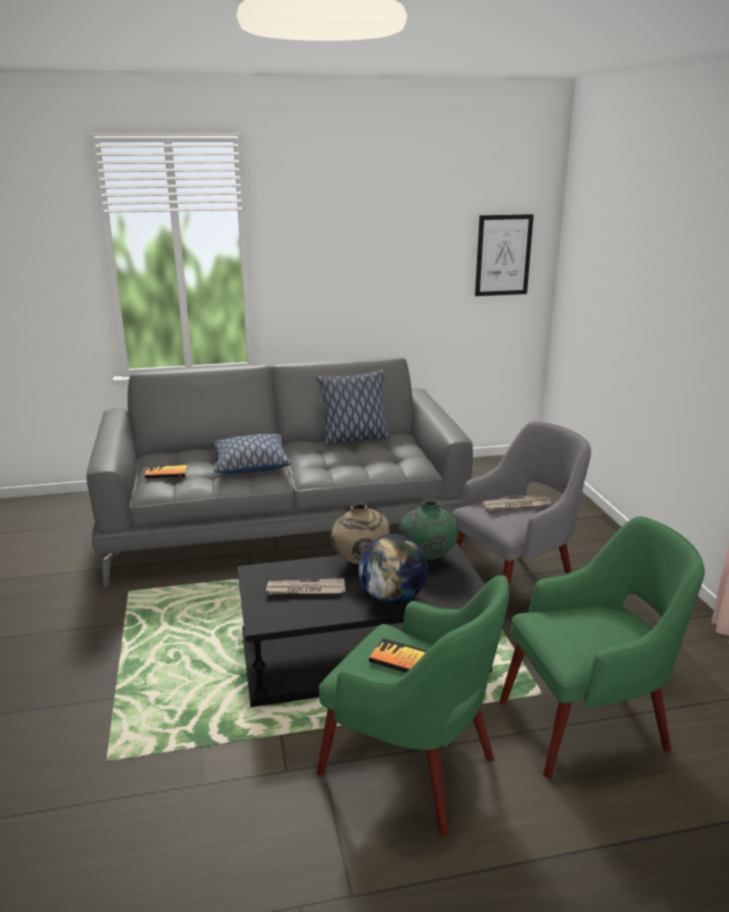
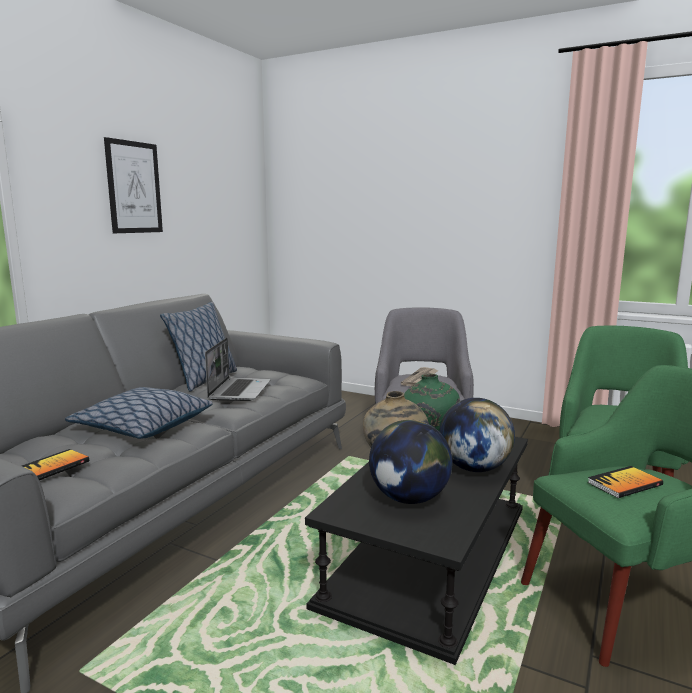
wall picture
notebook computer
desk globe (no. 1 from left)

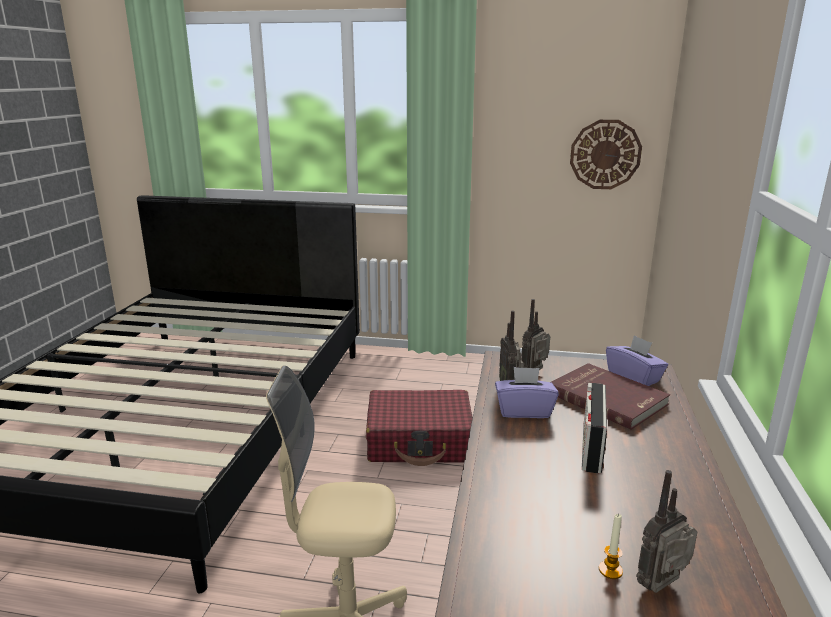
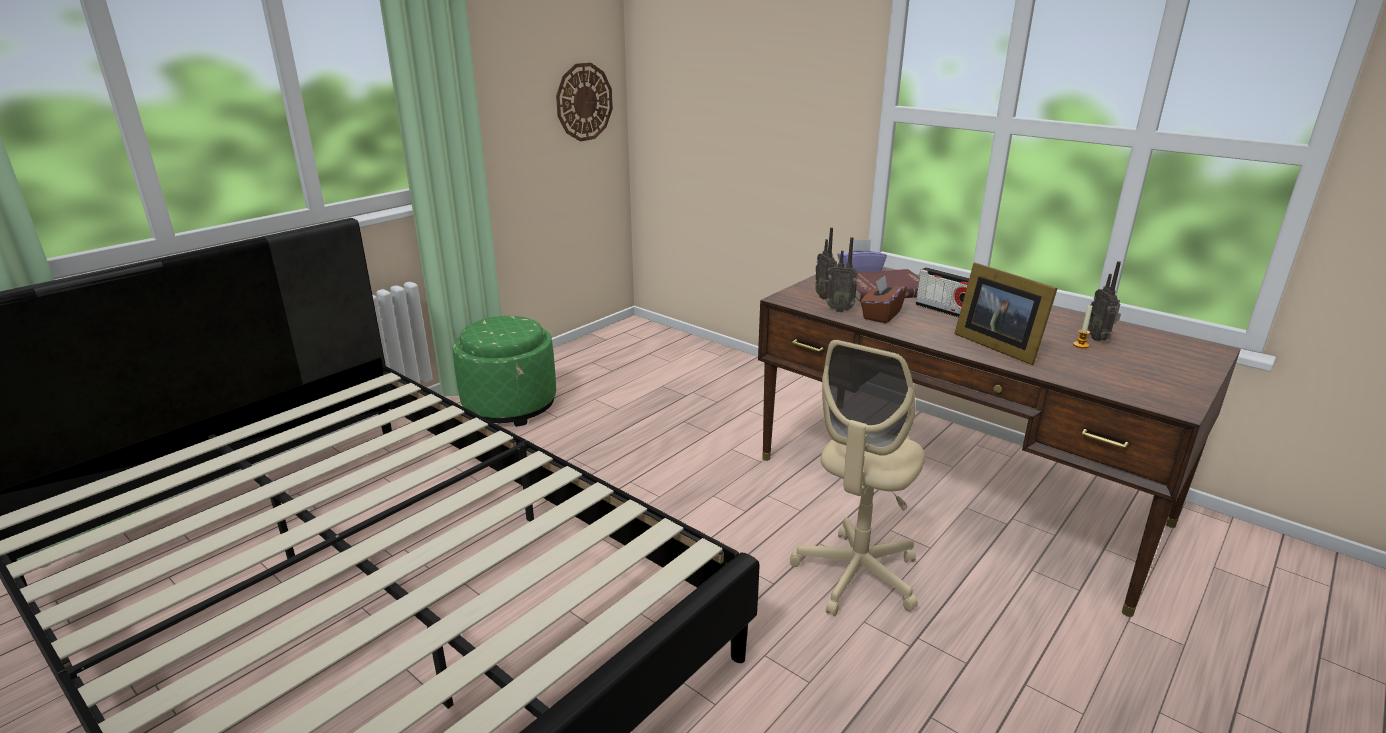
green pouffe
brownish box of tissues
standing frame
red-coloured travel case

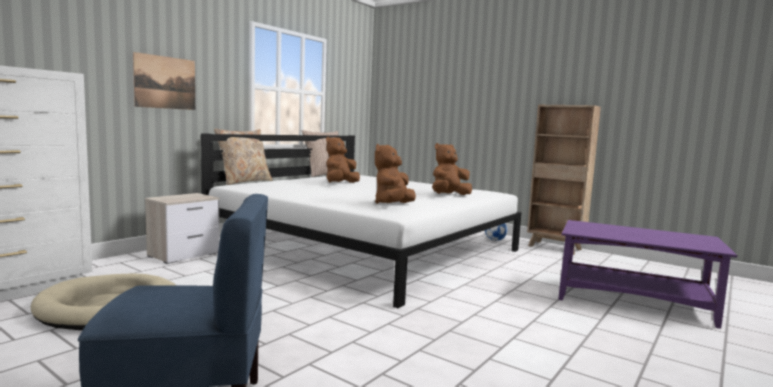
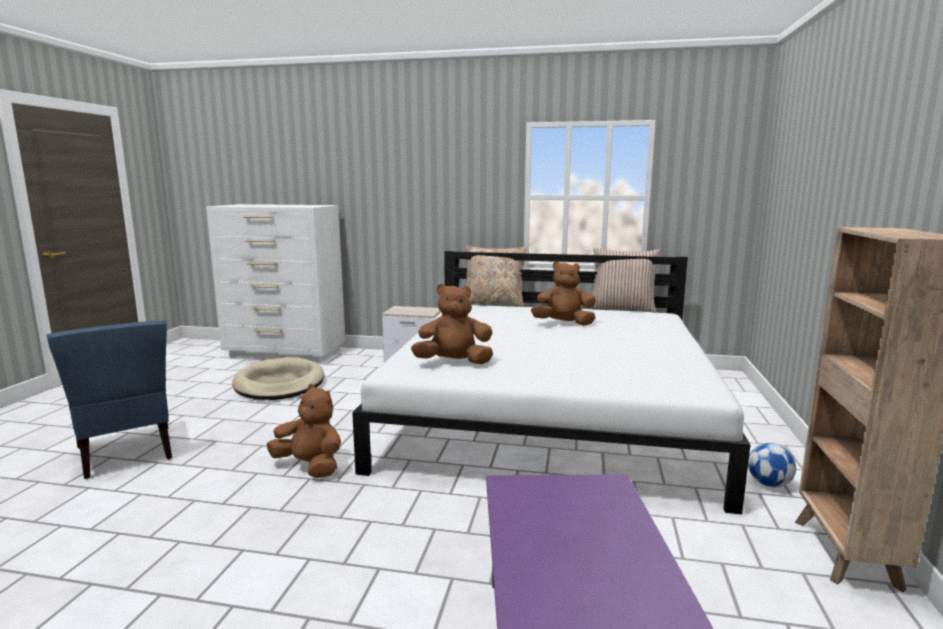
brownish soft toy (no. 1 from left)
wall picture

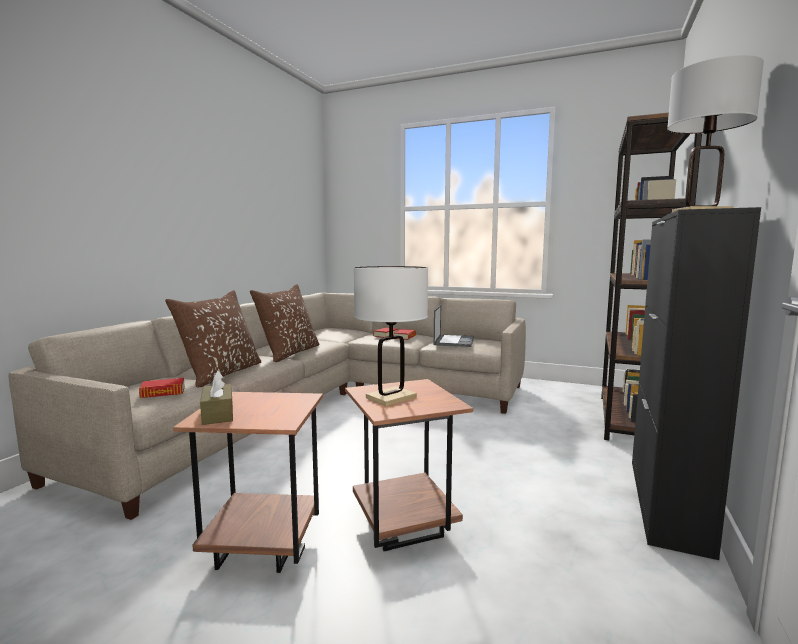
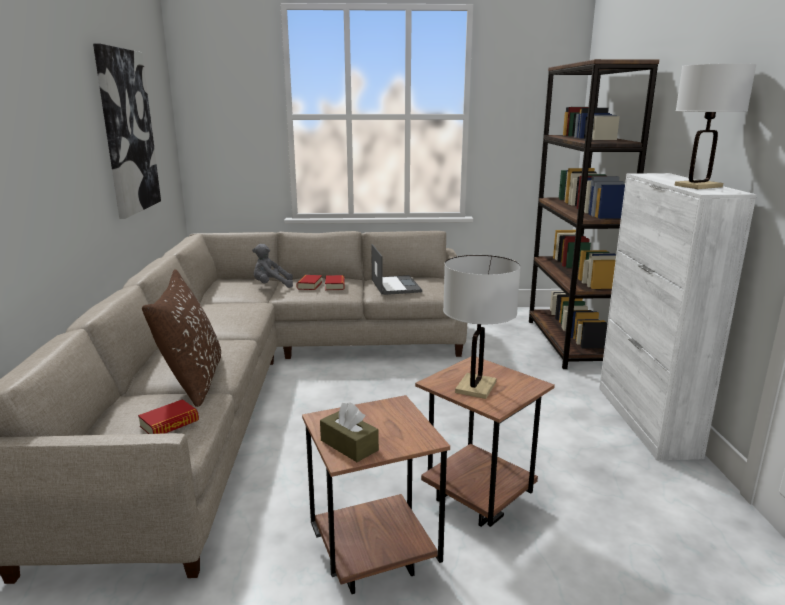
wall picture
greyish soft toy
whitish cabinet
brownish pillow (no. 2 from left in the first image)

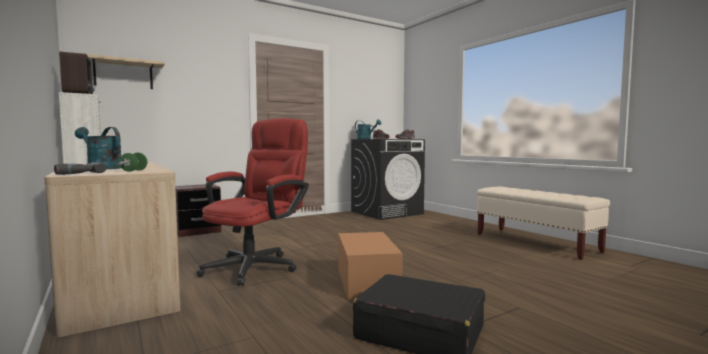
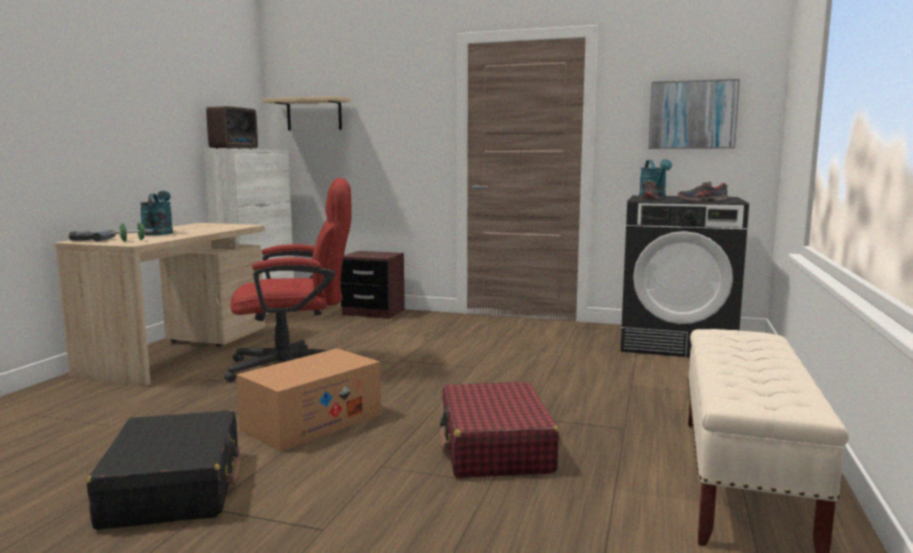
red-coloured travel case
wall picture

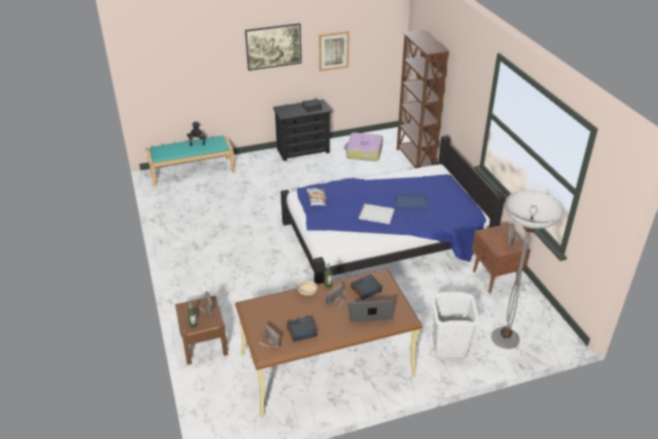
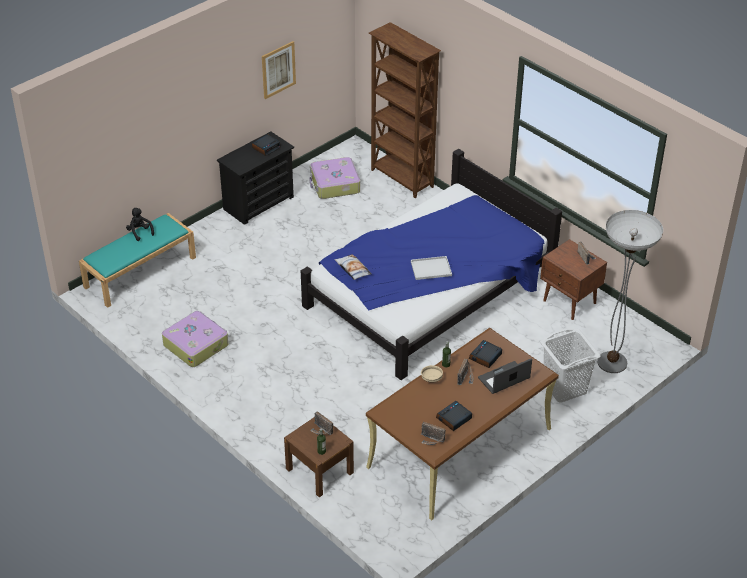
travel case (no. 1 from left)
wall picture (no. 1 from left in the first image)
blue-coloured carrying tray

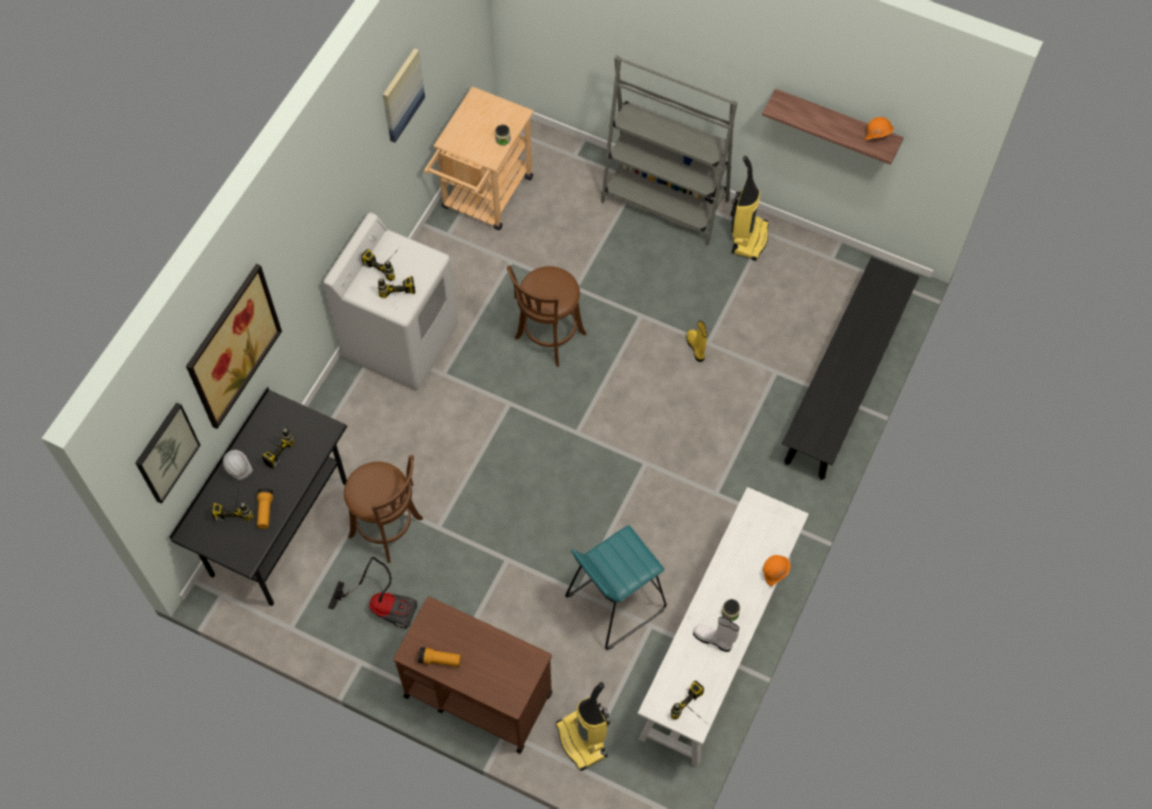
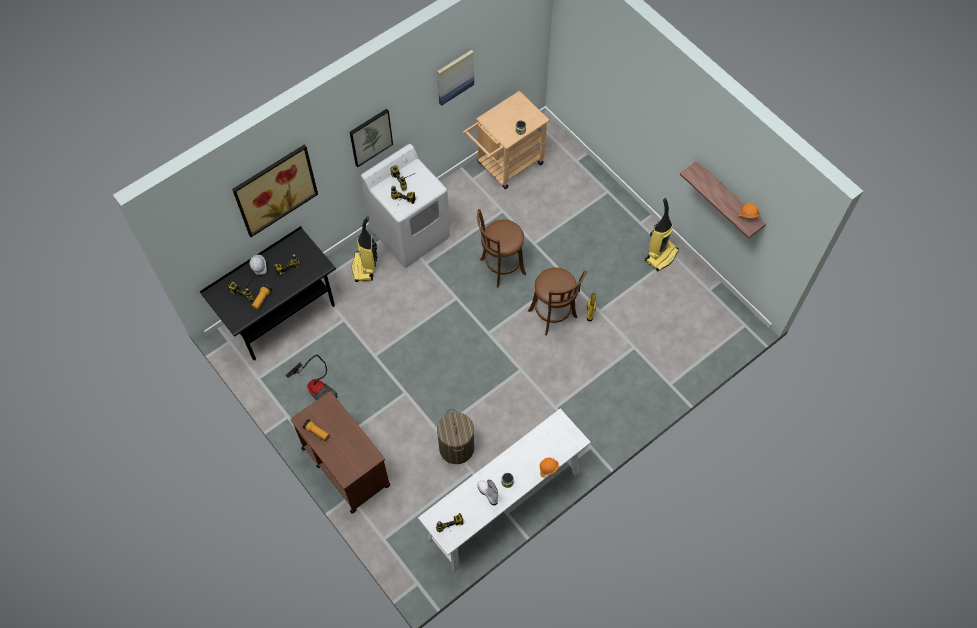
wall picture (no. 2 from left)
vacuum cleaner (no. 2 from left)
laundry basket
brownish stool seat (no. 2 from left)
greyish bookcase
blackish long seat

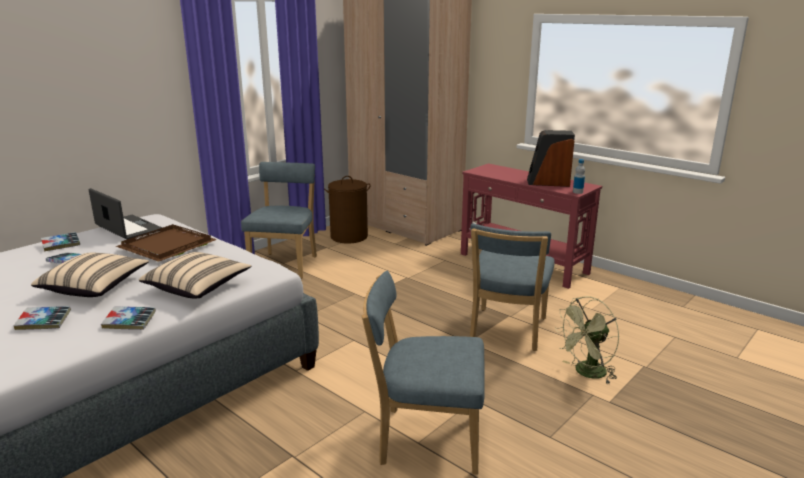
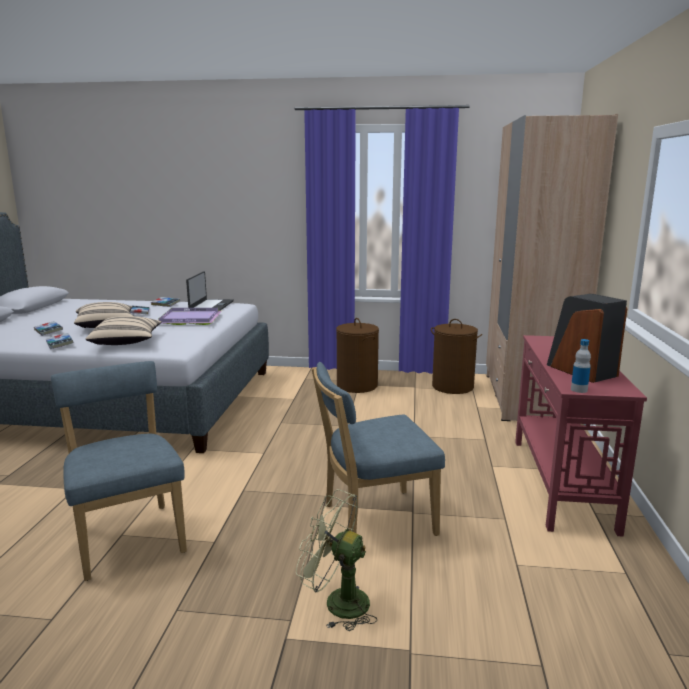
purplish carrying tray
brownish laundry basket (no. 1 from left)

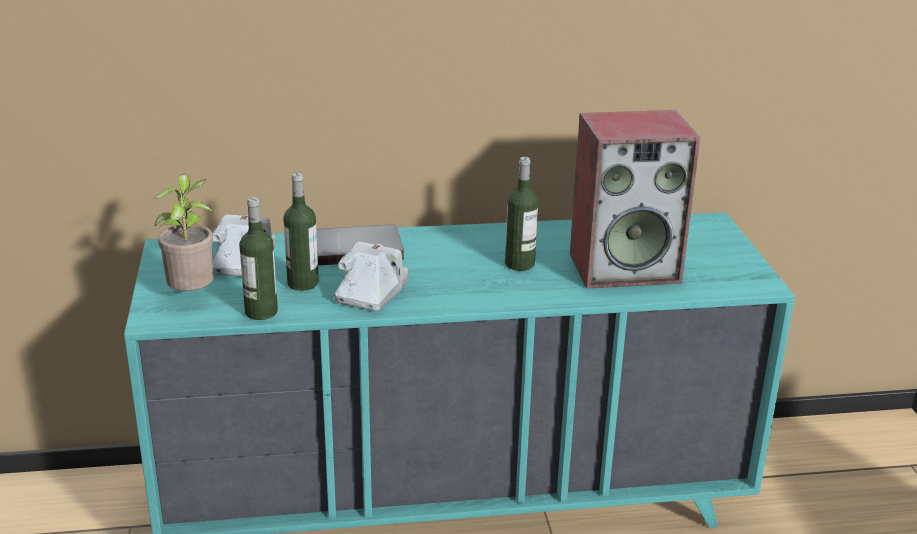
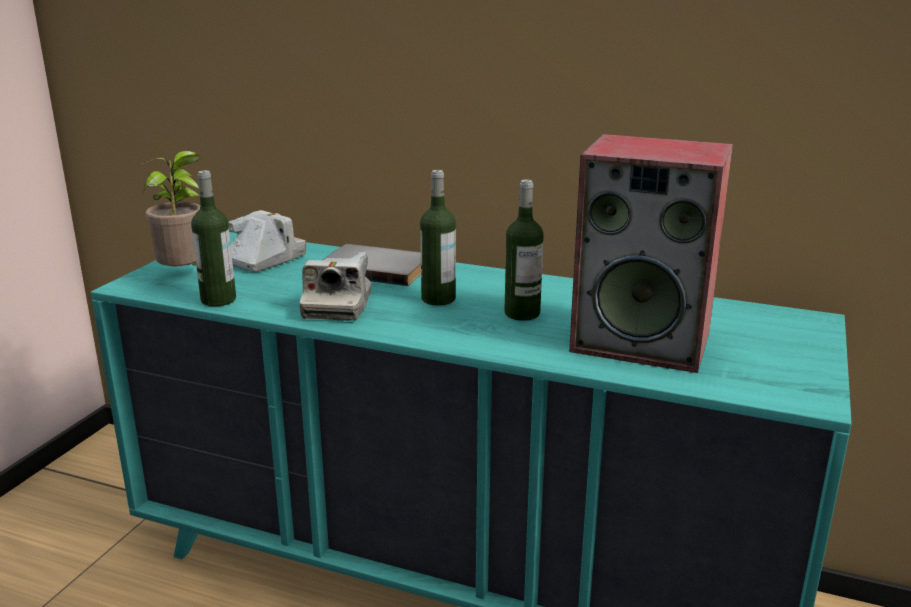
photo camera (no. 2 from left)
drink bottle (no. 2 from left)

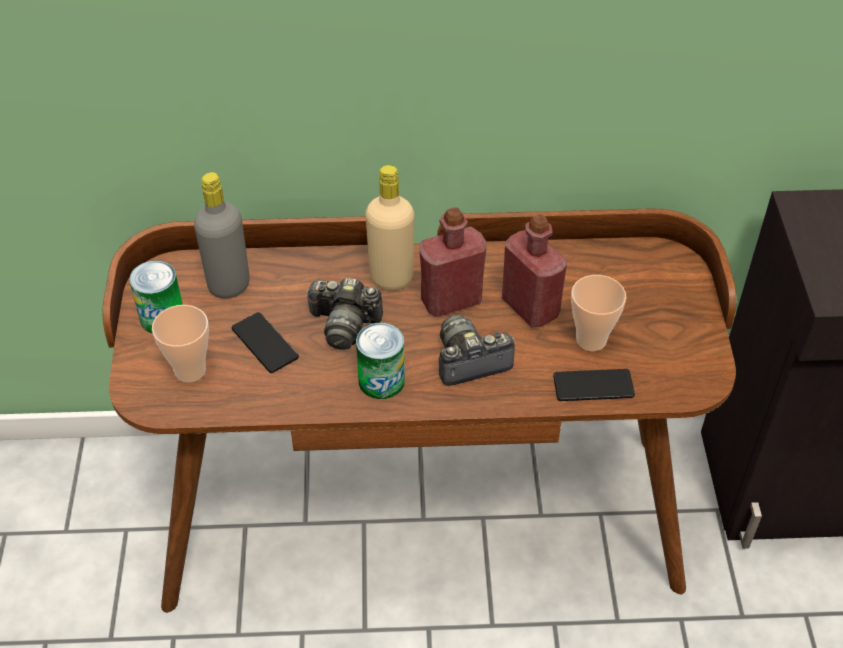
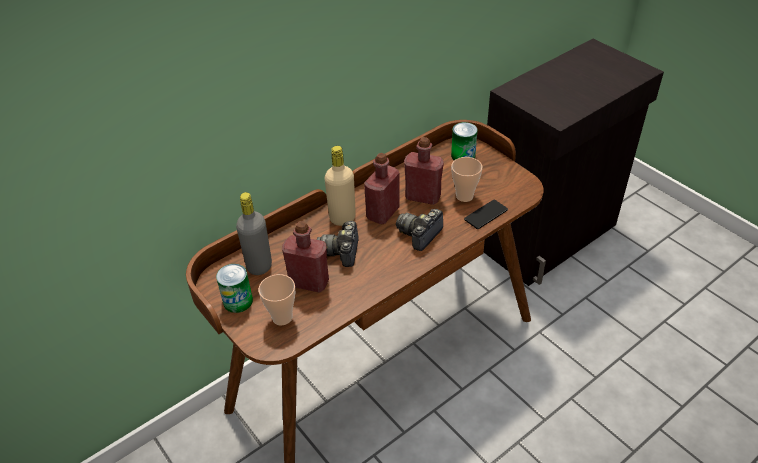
red-coloured drink bottle (no. 1 from left)
photo camera (no. 1 from left)
sealed can (no. 2 from left)

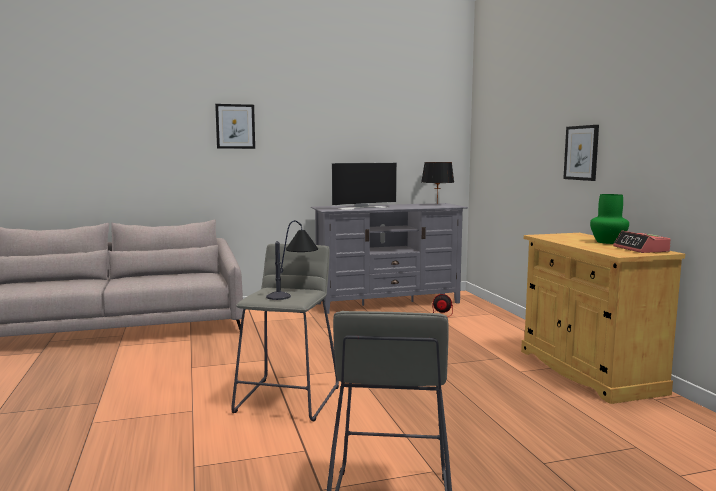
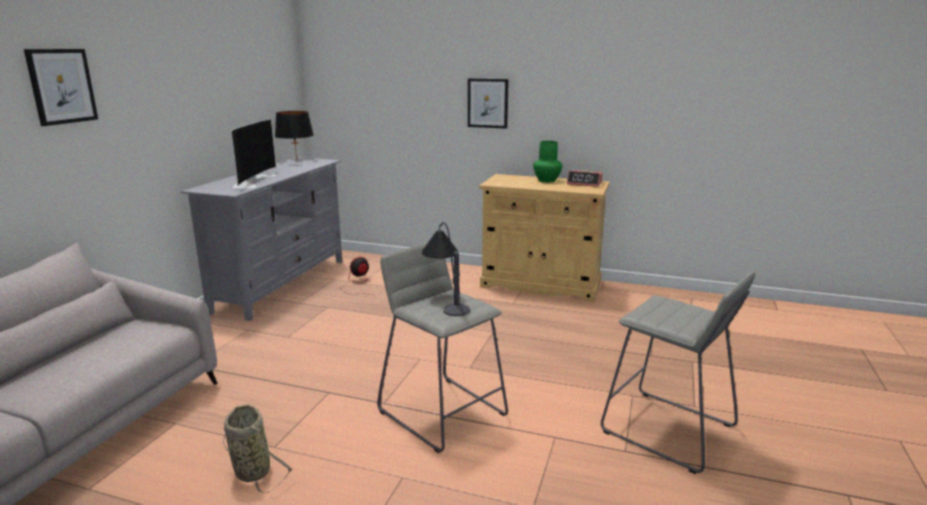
household basket

